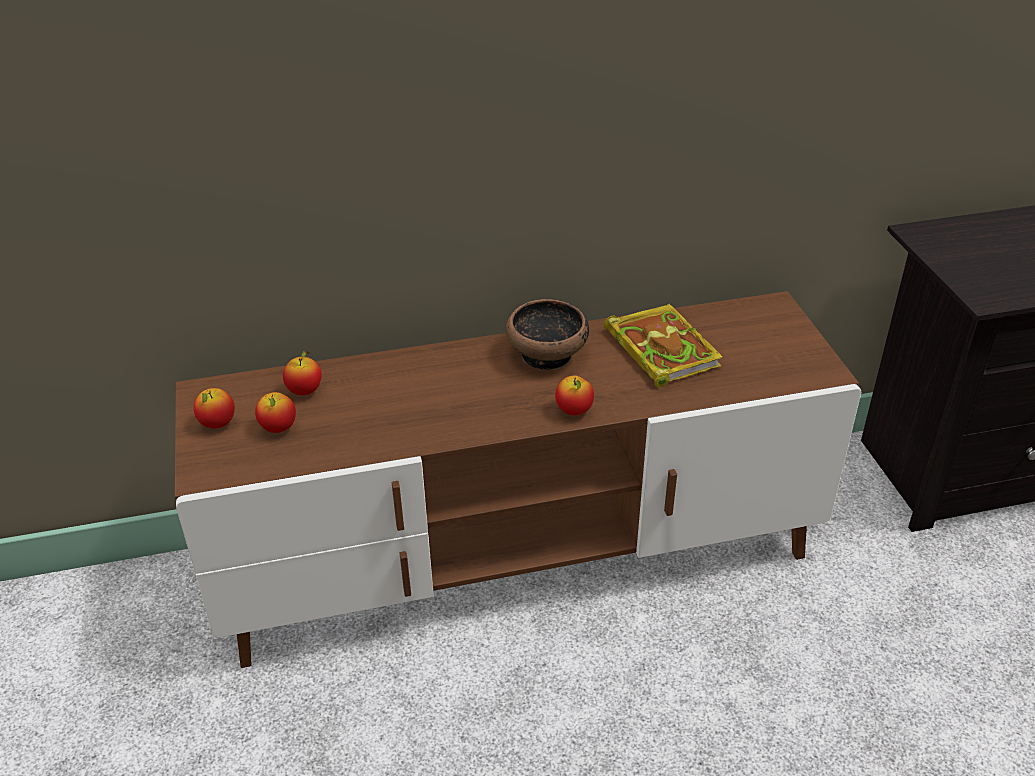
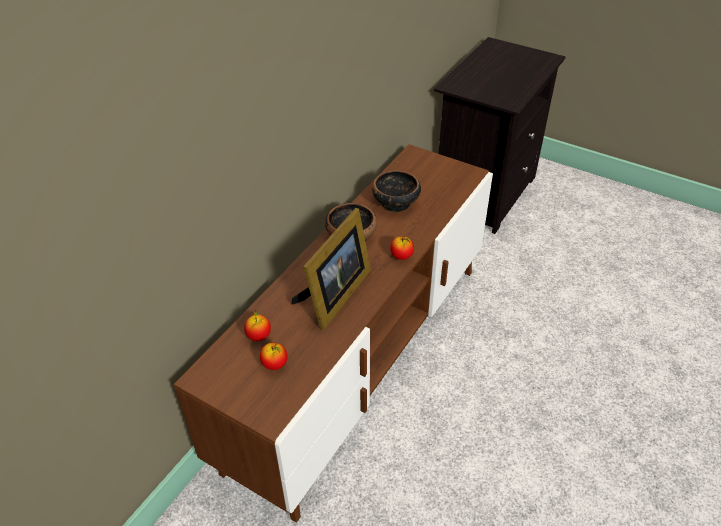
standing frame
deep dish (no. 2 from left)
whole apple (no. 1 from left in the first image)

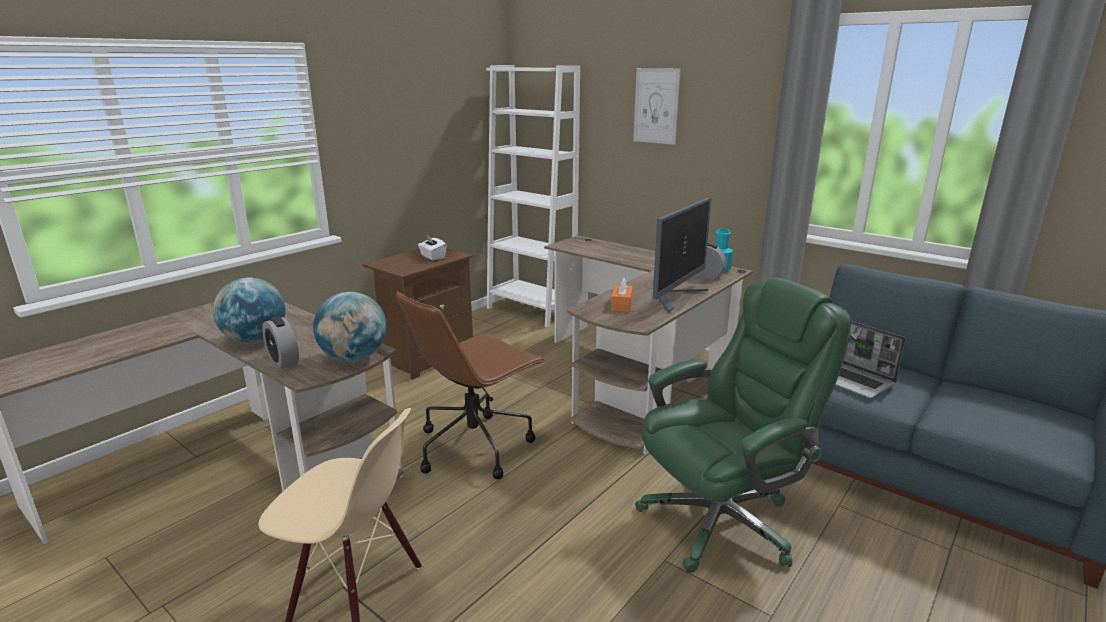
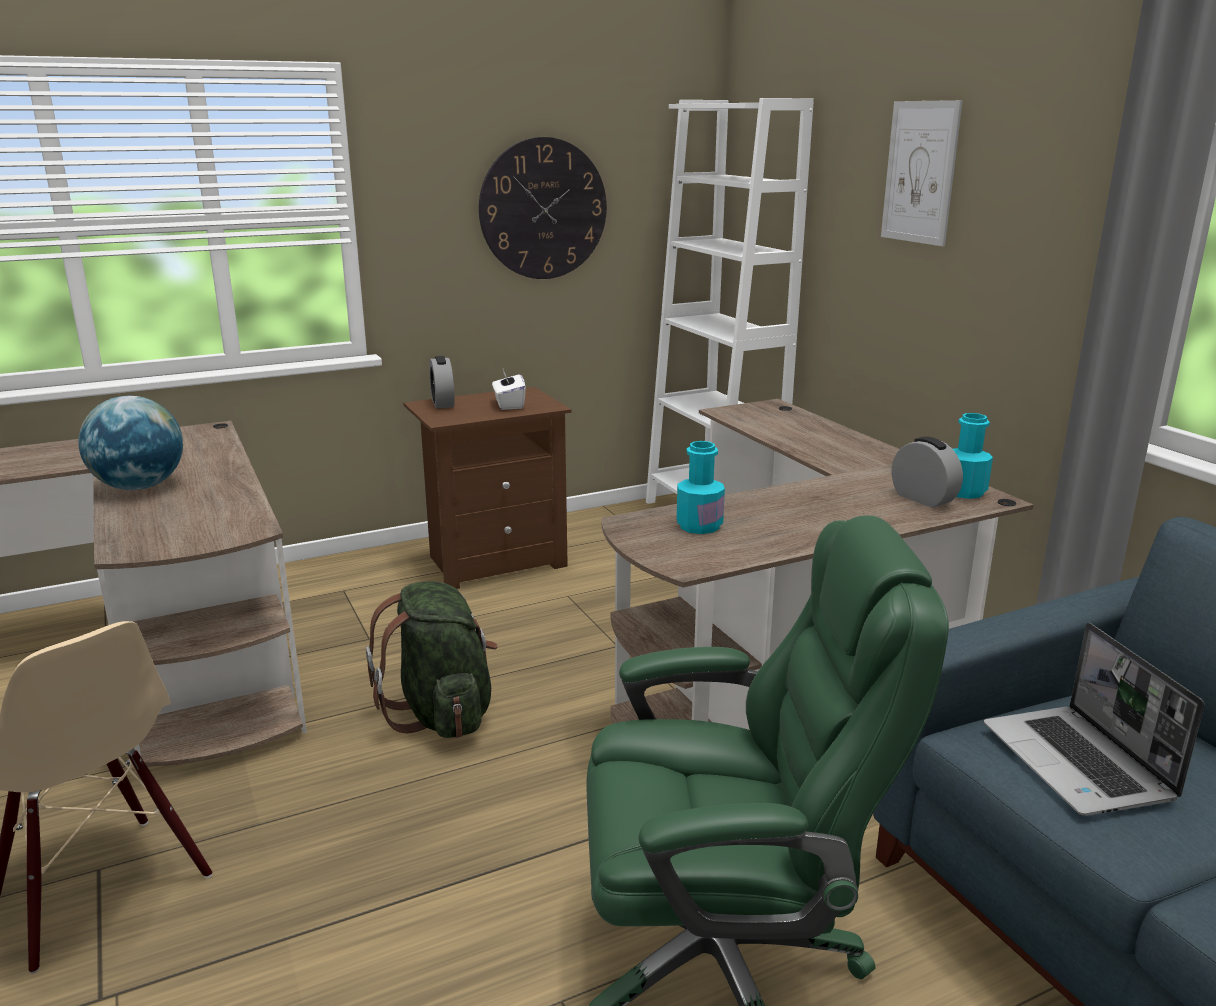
green knapsack
table clock (no. 1 from left)
wall clock
blue-green drink bottle (no. 1 from left)
desk globe (no. 2 from left in the first image)
computer display

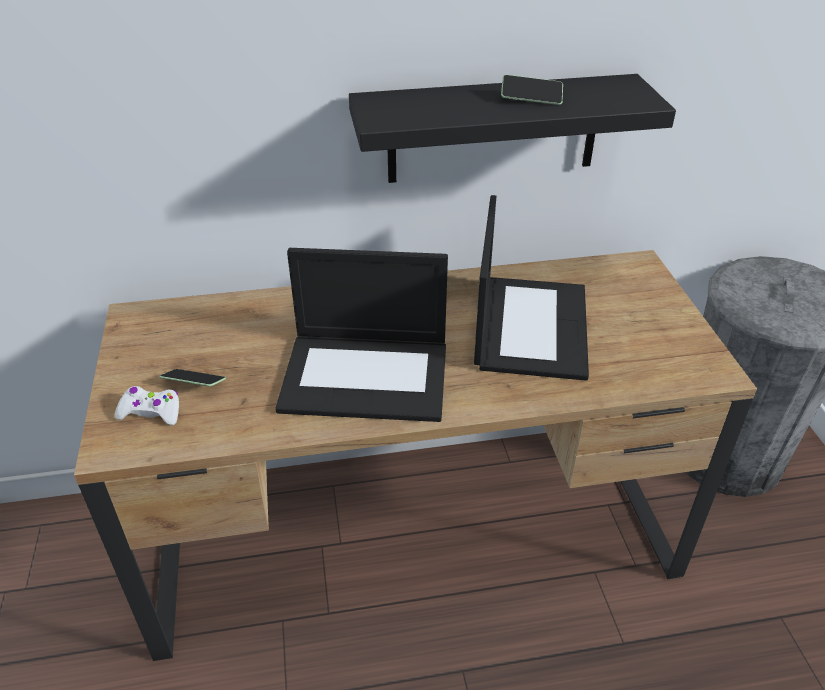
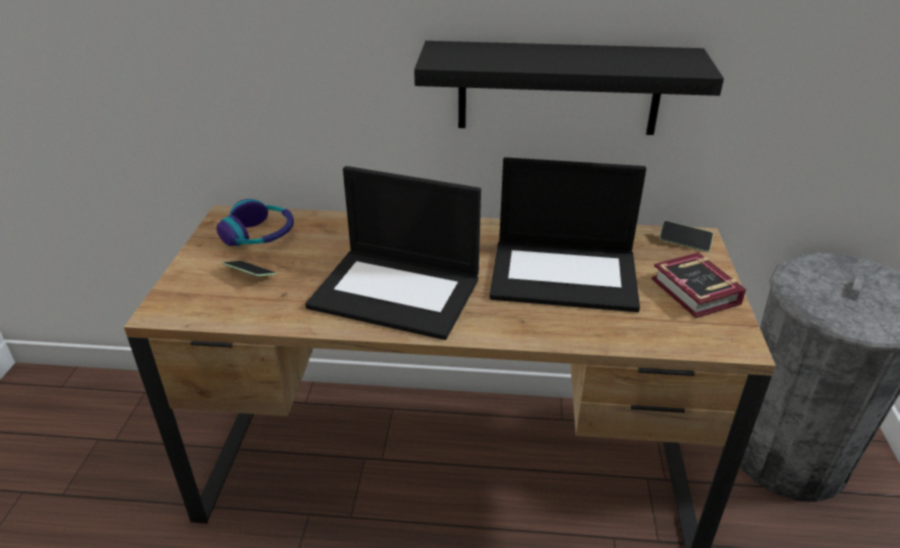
headset
notebook computer (no. 2 from left)
volume
phone (no. 2 from left)
whitish gamepad

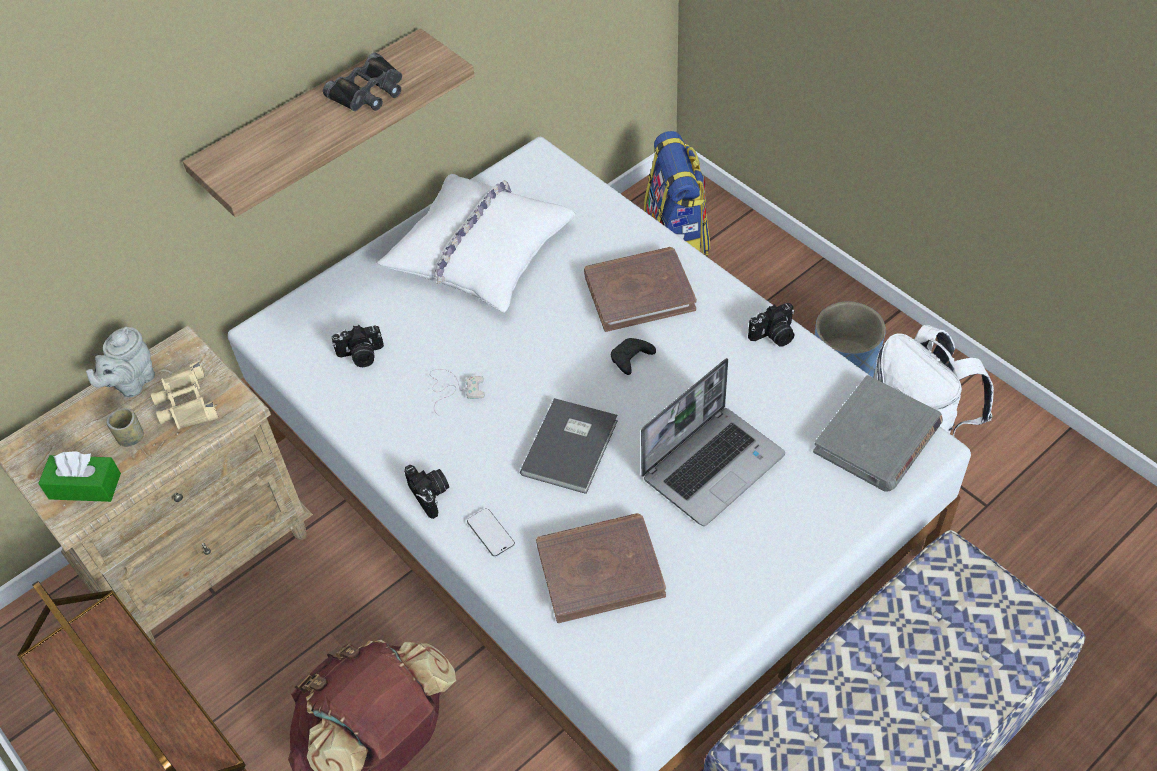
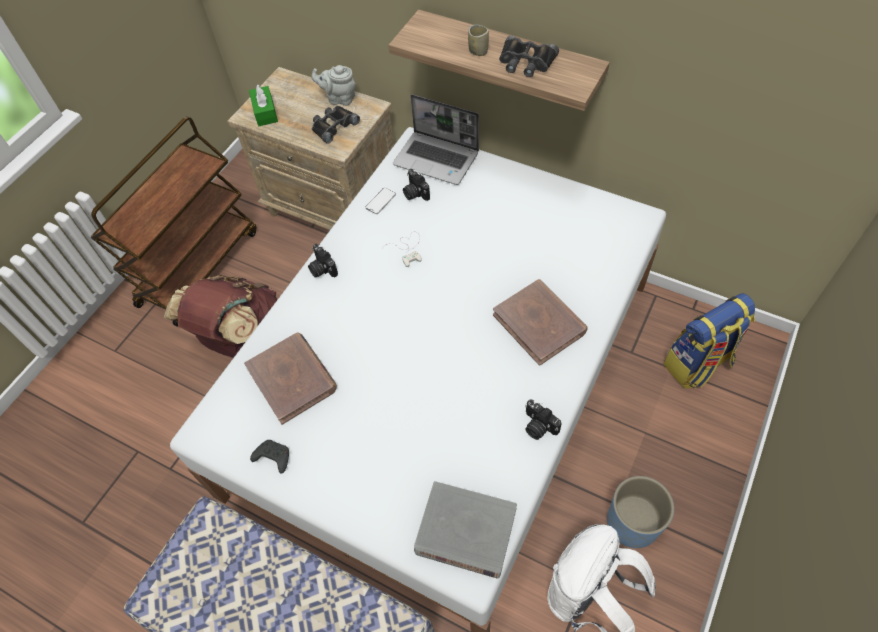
blackish gamepad
photo camera (no. 1 from left)
blackish binoculars (no. 1 from left)
phone
notebook computer
small cup
whitish pillow
greyish volume (no. 1 from left in the first image)

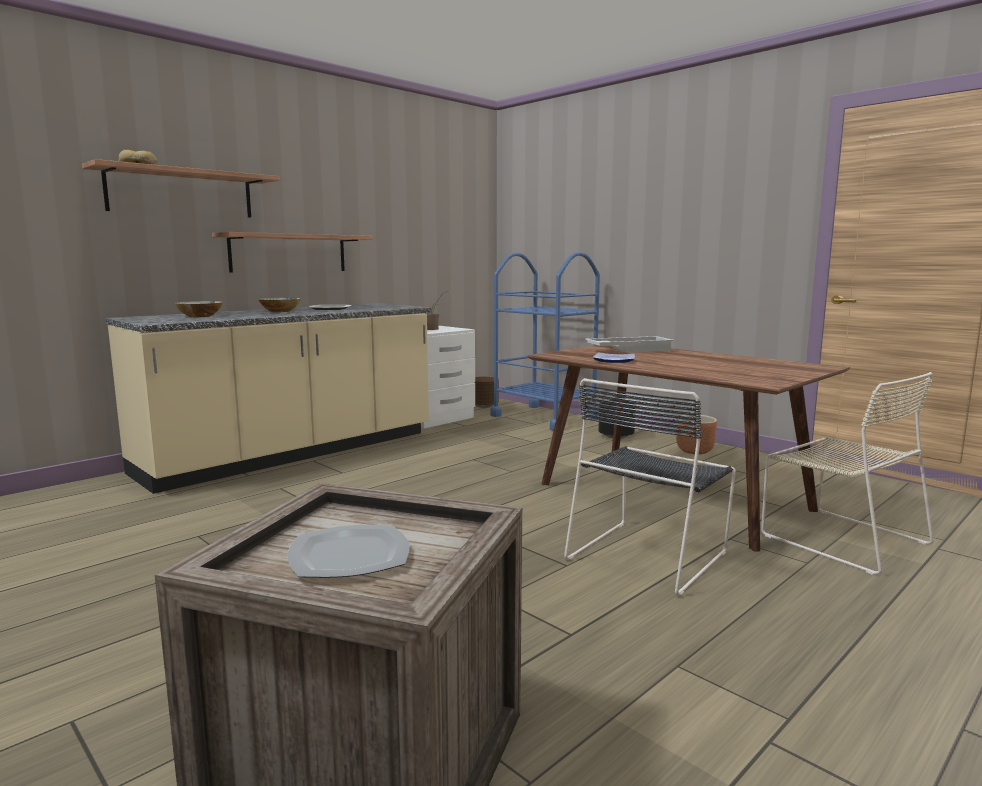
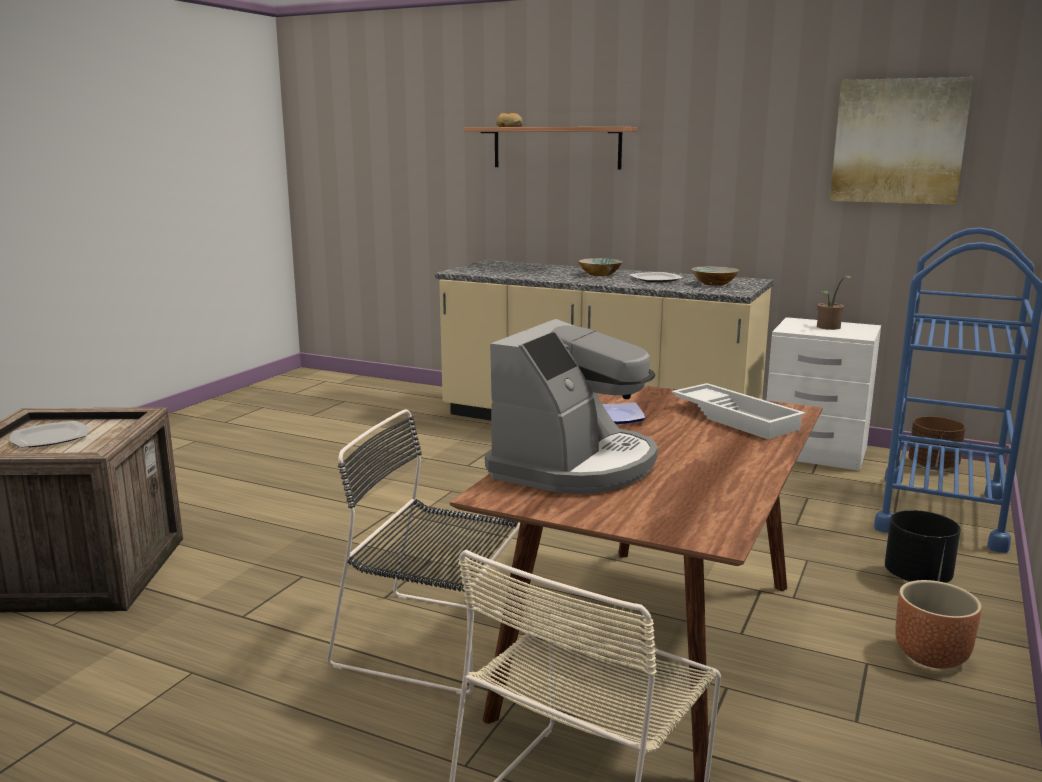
coffee maker
deep dish (no. 2 from left)
wall picture
shelf (no. 2 from left in the first image)

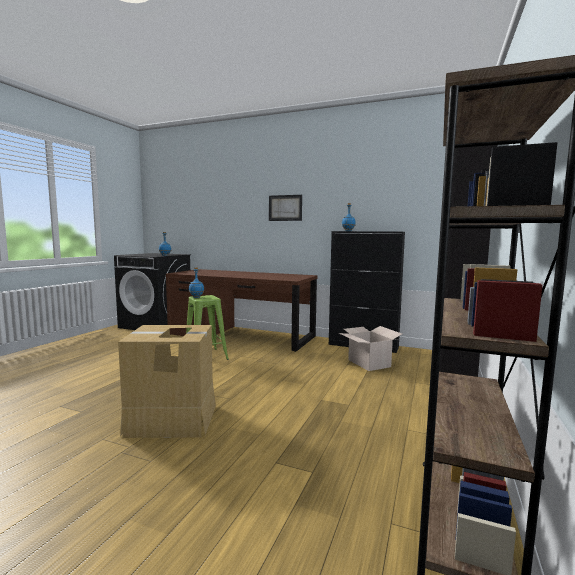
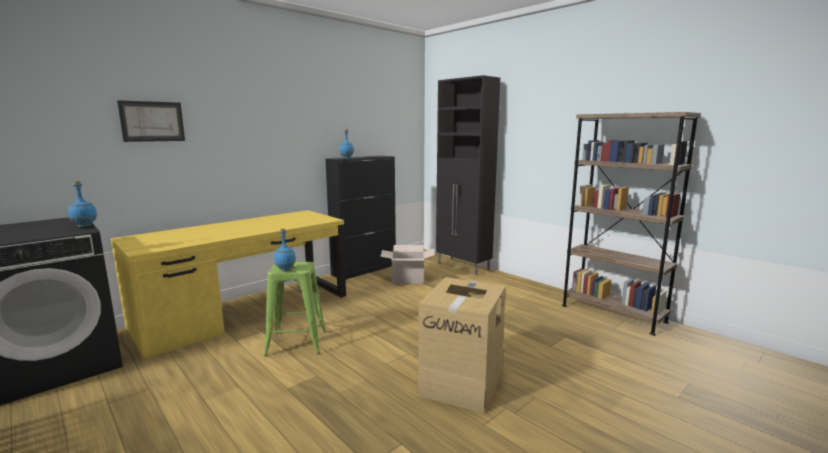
yellow desk
wall picture

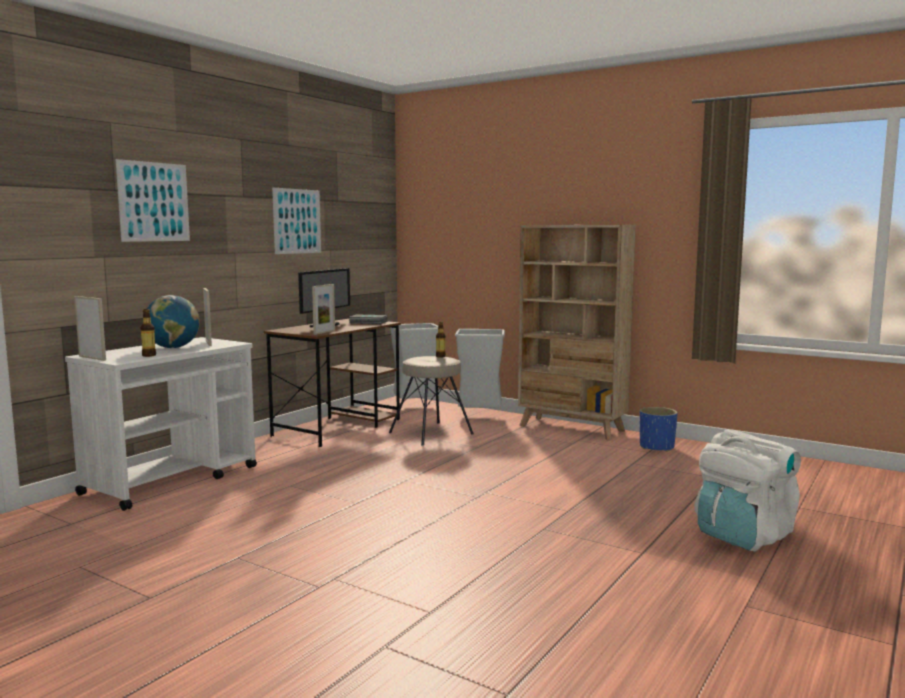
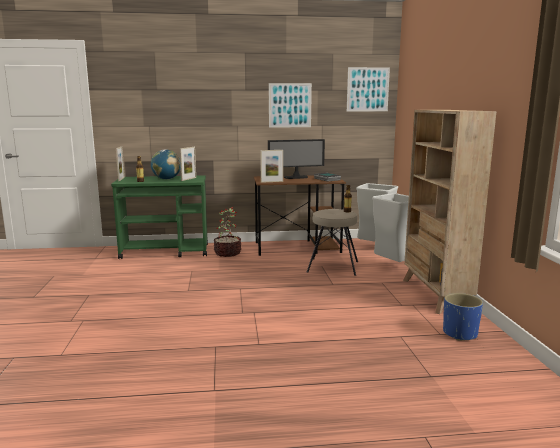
green cart
plant in a pot
wall picture (no. 2 from left)
whitish knapsack

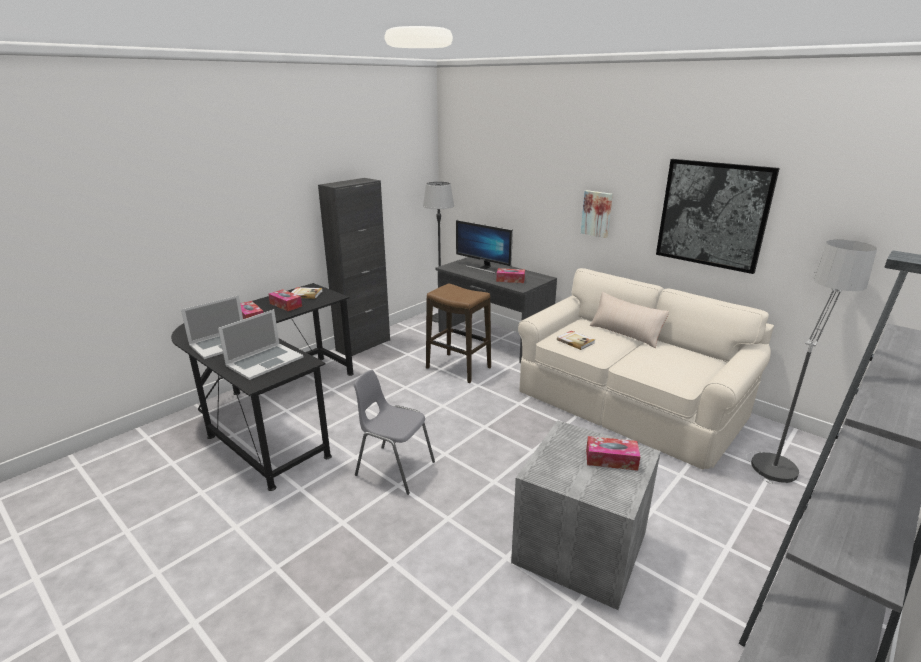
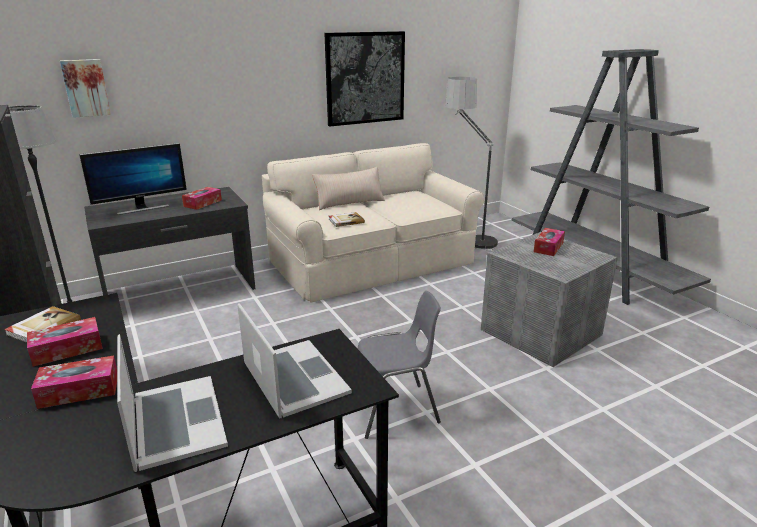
wall picture (no. 1 from left)
greyish chair
stool seat

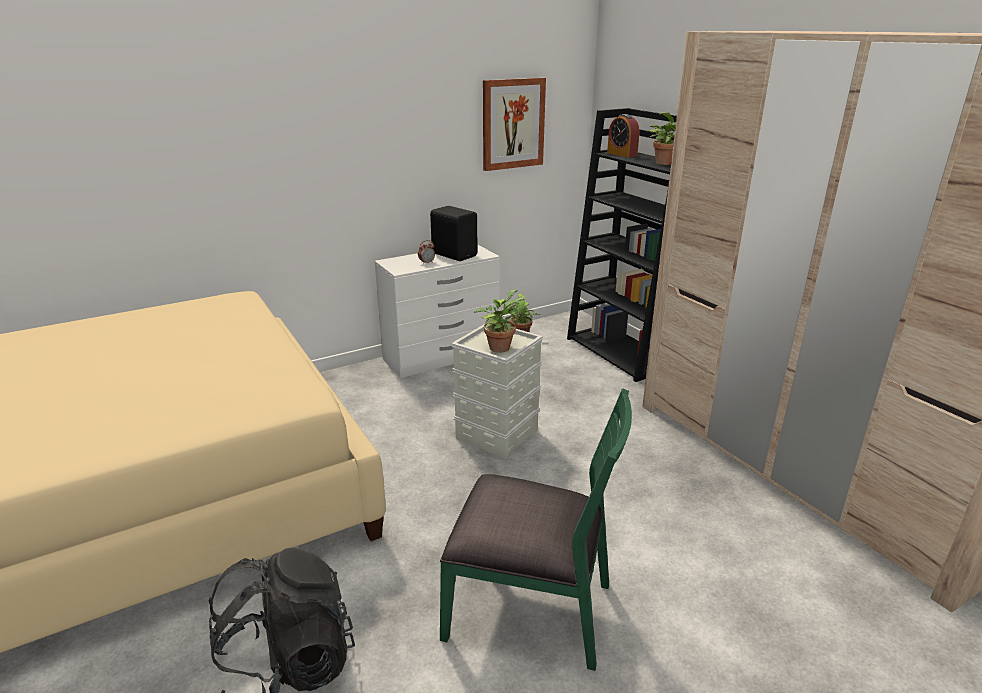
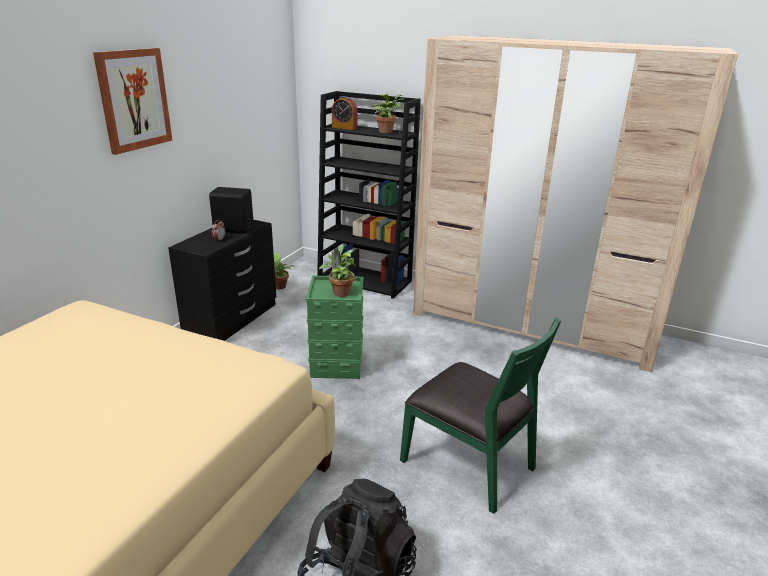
wall picture
blackish chest of drawers
green storage container
green chair

